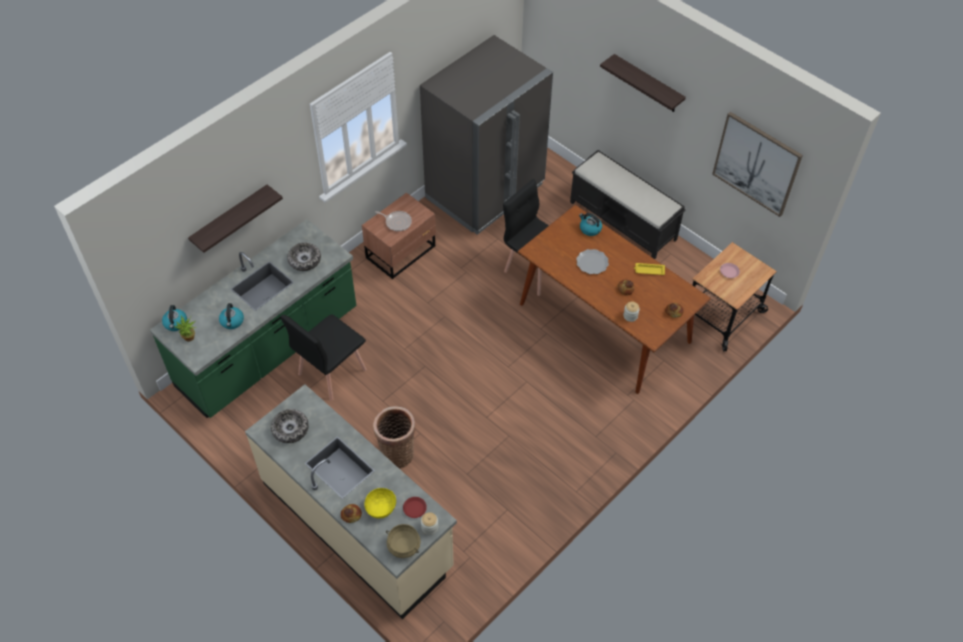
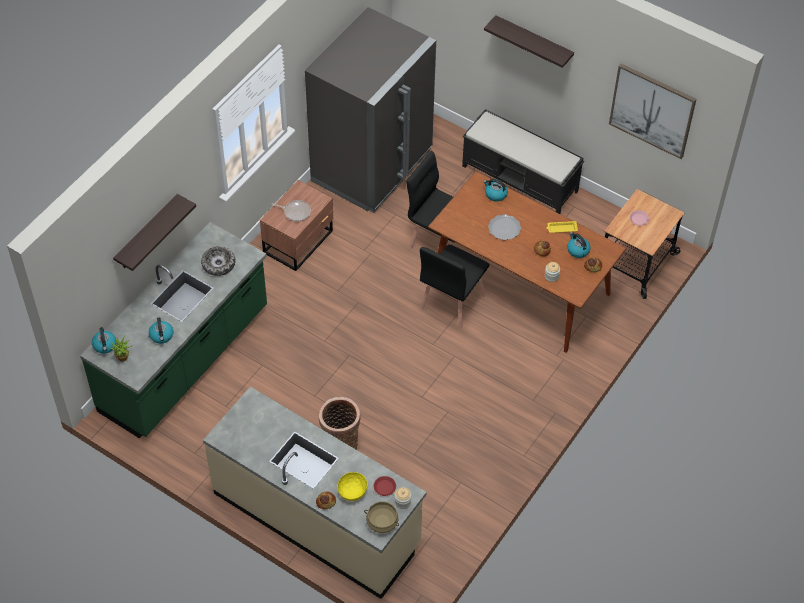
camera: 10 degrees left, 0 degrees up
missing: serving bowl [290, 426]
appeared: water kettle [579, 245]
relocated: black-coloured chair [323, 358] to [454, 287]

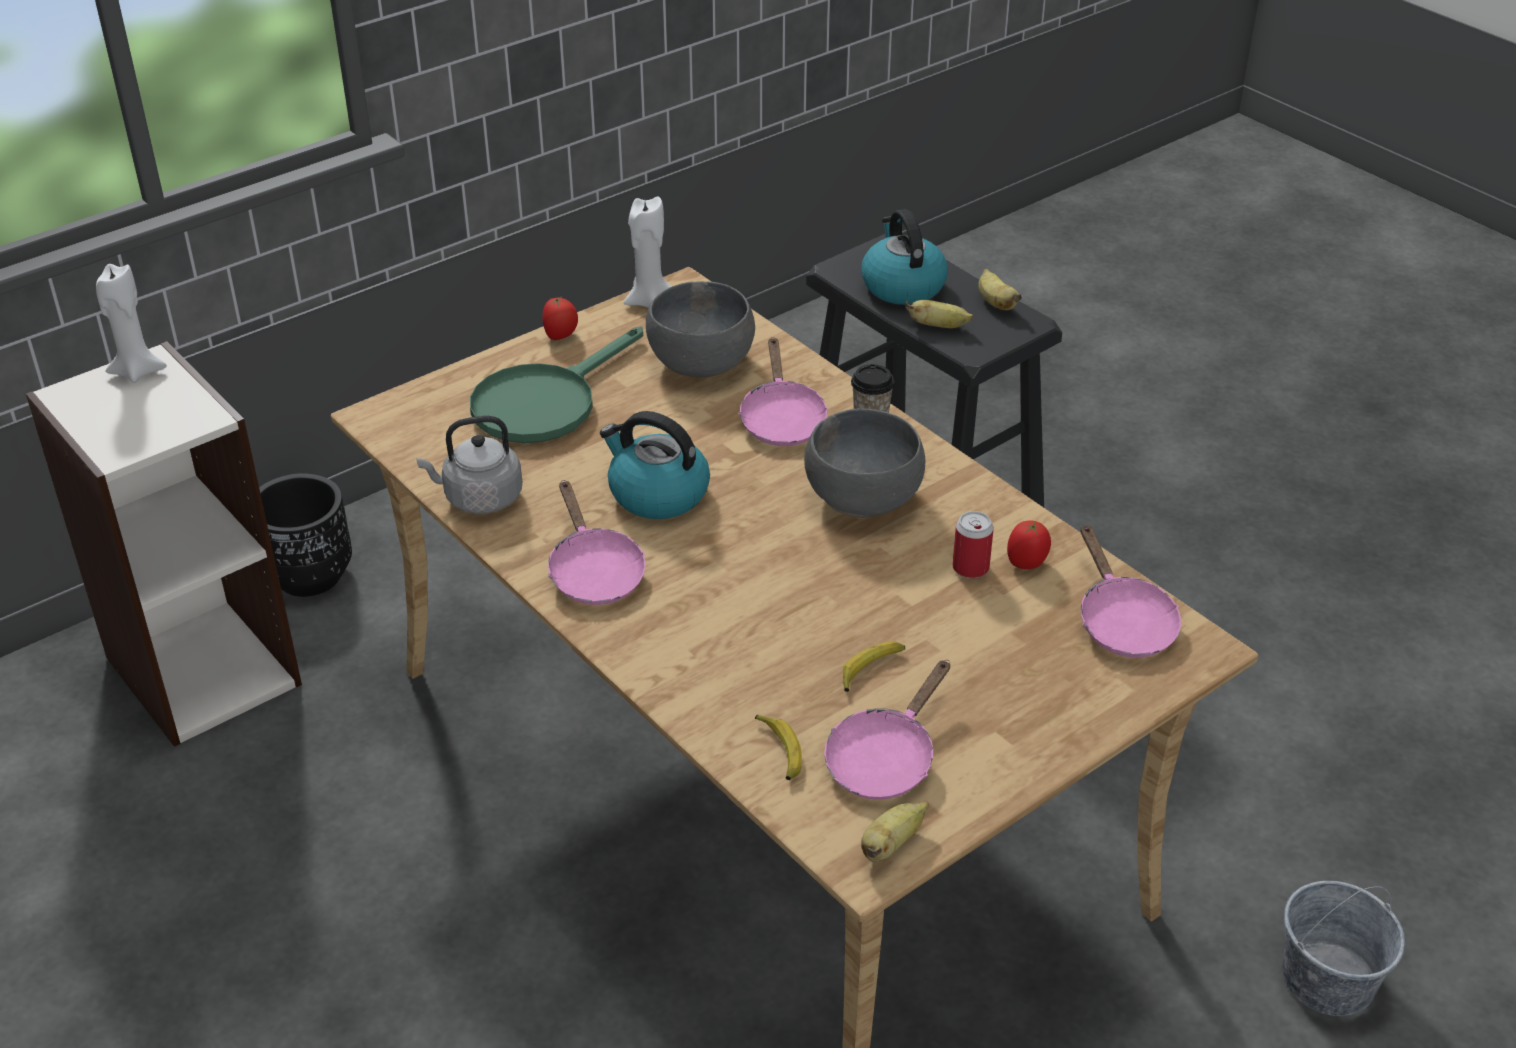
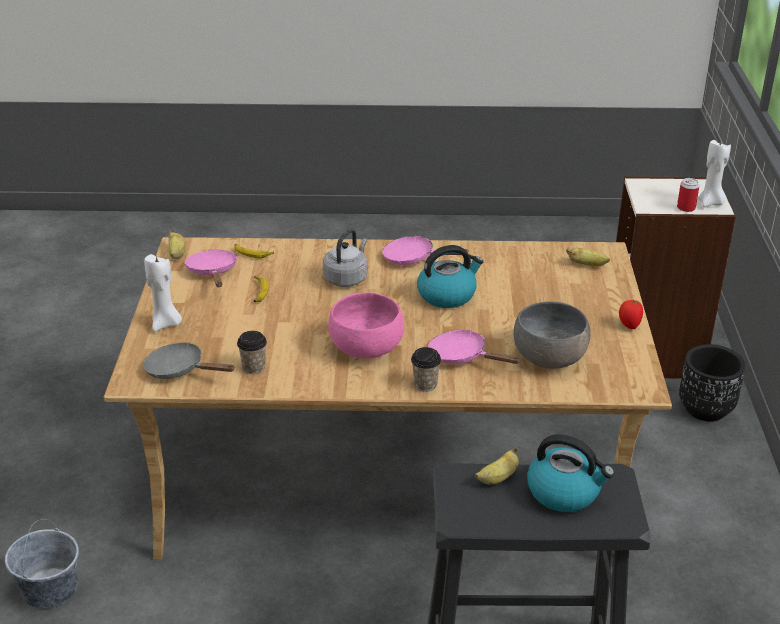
camera: 130 degrees right, 5 degrees down
missing: green frying pan [556, 384]
relocated: white-coloured candle [647, 252] to [163, 292]; grey water kettle [469, 465] to [345, 258]; whole banana [1000, 289] to [588, 257]; can [973, 544] to [688, 195]
exchanged: tomato [1029, 544] to small cup [252, 352]
colour: pink frying pan [1130, 591] to grey frying pan [189, 360]; grey serving bowl [864, 463] to pink serving bowl [366, 325]

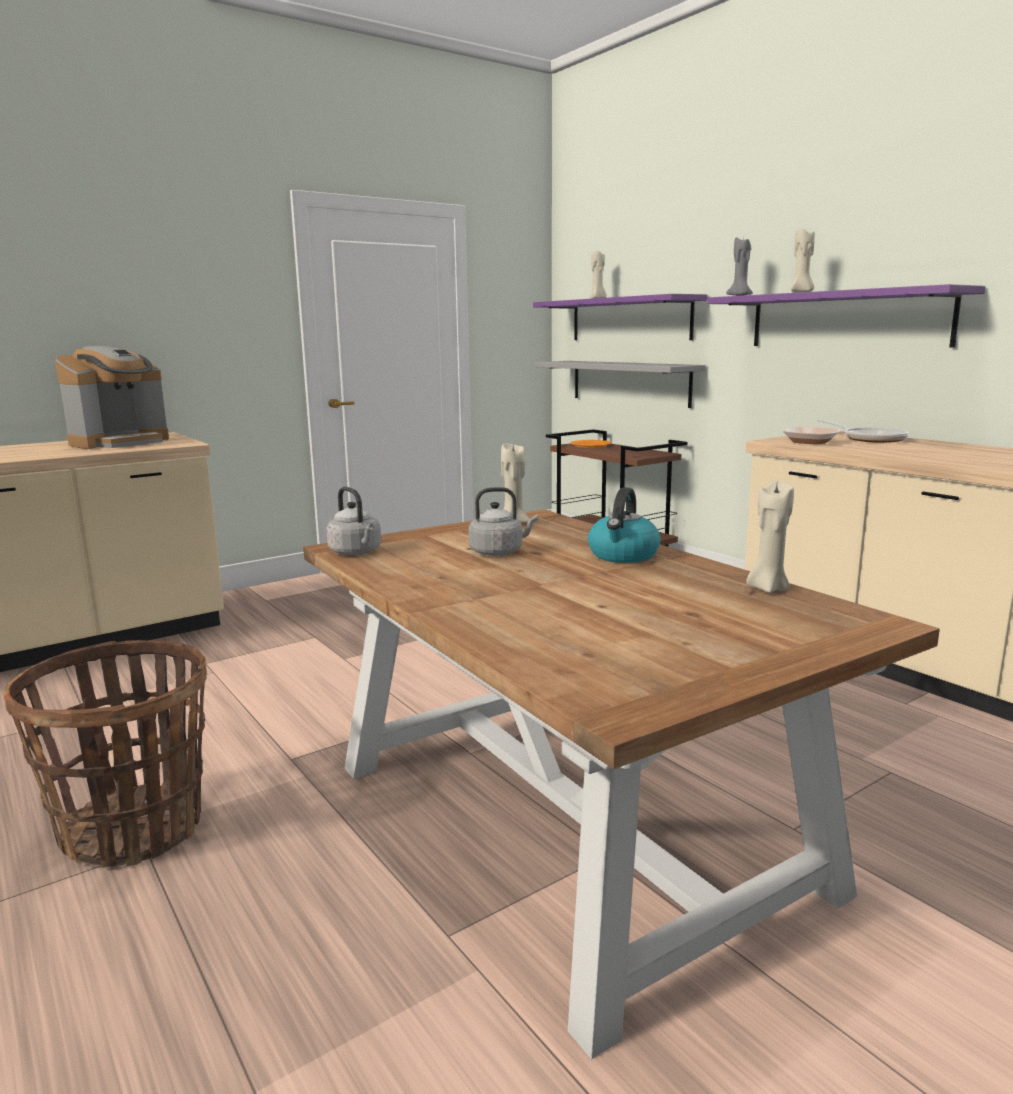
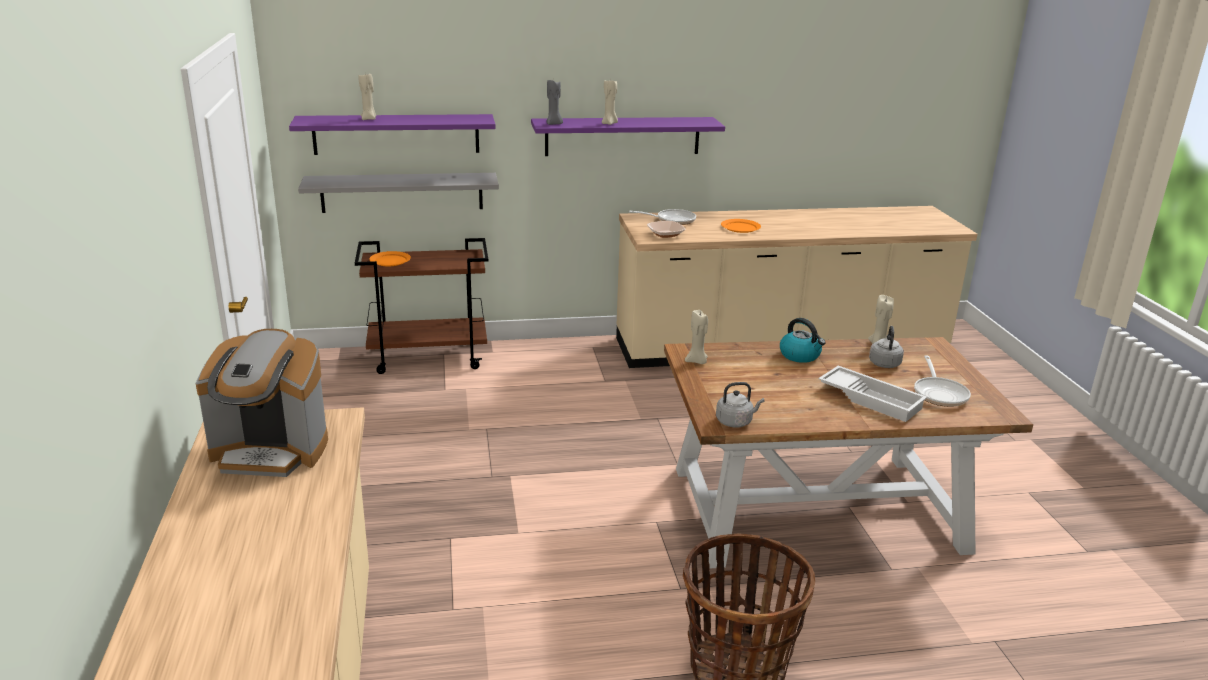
camera: 65 degrees left, 10 degrees up
appeared: orange-coloured dinner plate [741, 226]; white-coloured carrying tray [873, 394]; frying pan [942, 381]
relocated: grey water kettle [503, 521] to [886, 347]
spun: coffee machine [112, 397] = [262, 403] 120 degrees clockwise

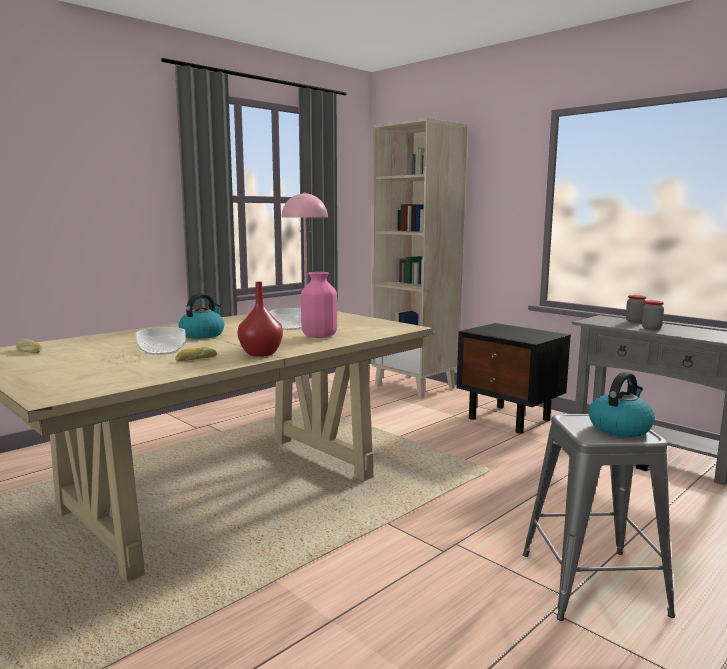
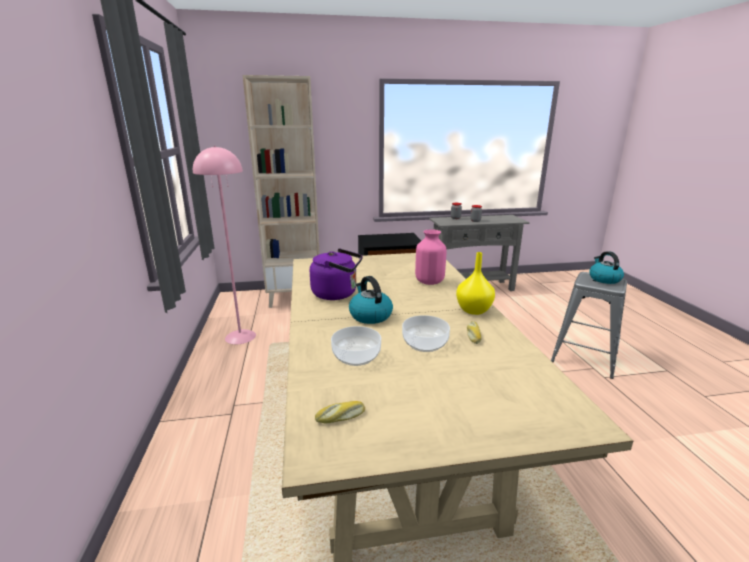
camera: 55 degrees left, 10 degrees up
appeared: purplish water kettle [336, 274]
relocated: serving bowl [286, 319] to [356, 346]
colour: red flower vase [260, 319] to yellow-coloured flower vase [475, 283]

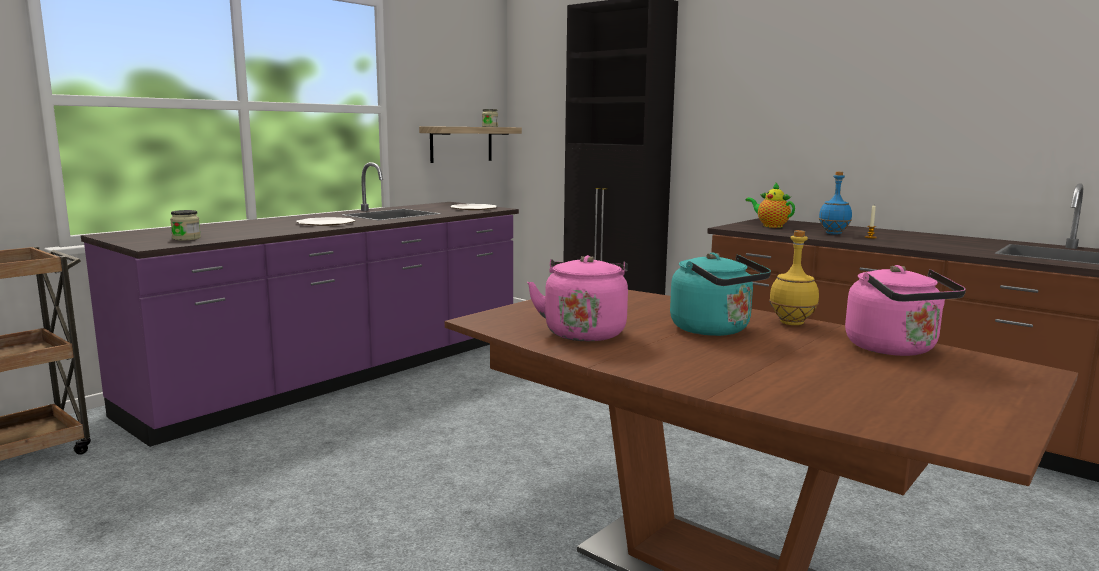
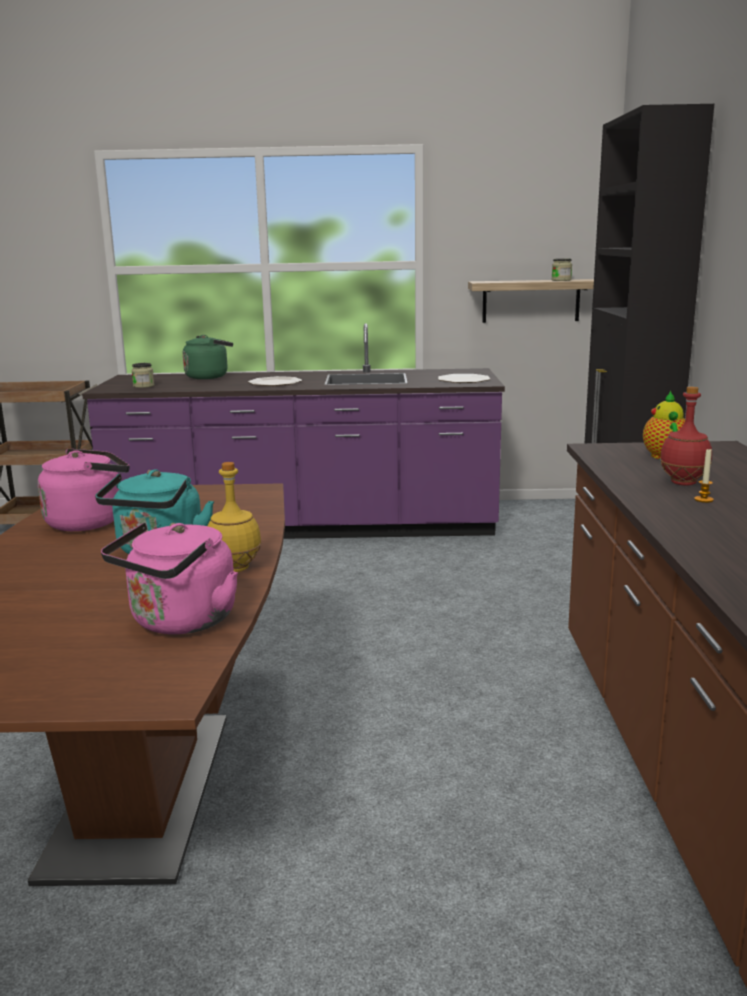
camera: 50 degrees right, 5 degrees up
appeared: green water kettle [208, 357]
colour: blue drink bottle [835, 203] to red drink bottle [686, 436]

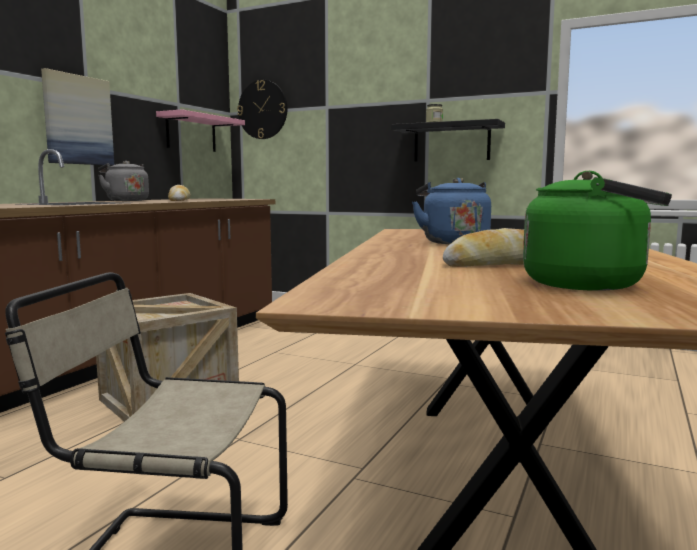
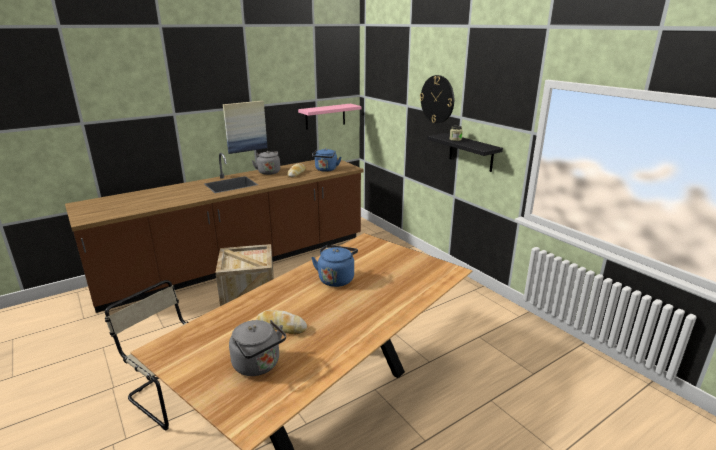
camera: 30 degrees right, 15 degrees up
appeared: blue water kettle [326, 160]
relocated: hanging clock [262, 109] to [437, 99]
colour: green water kettle [597, 231] to grey water kettle [257, 348]

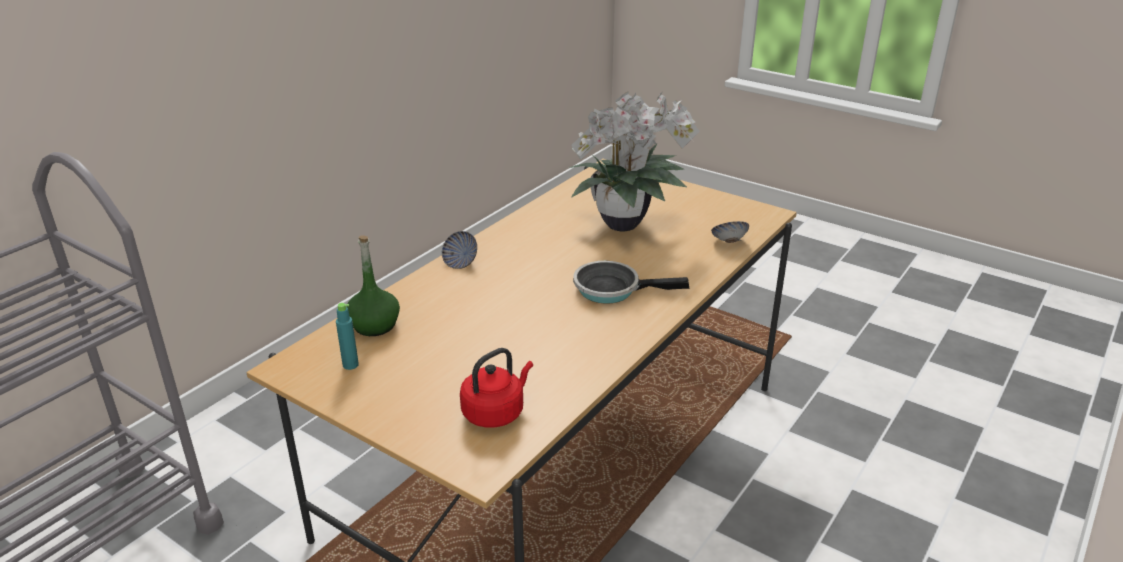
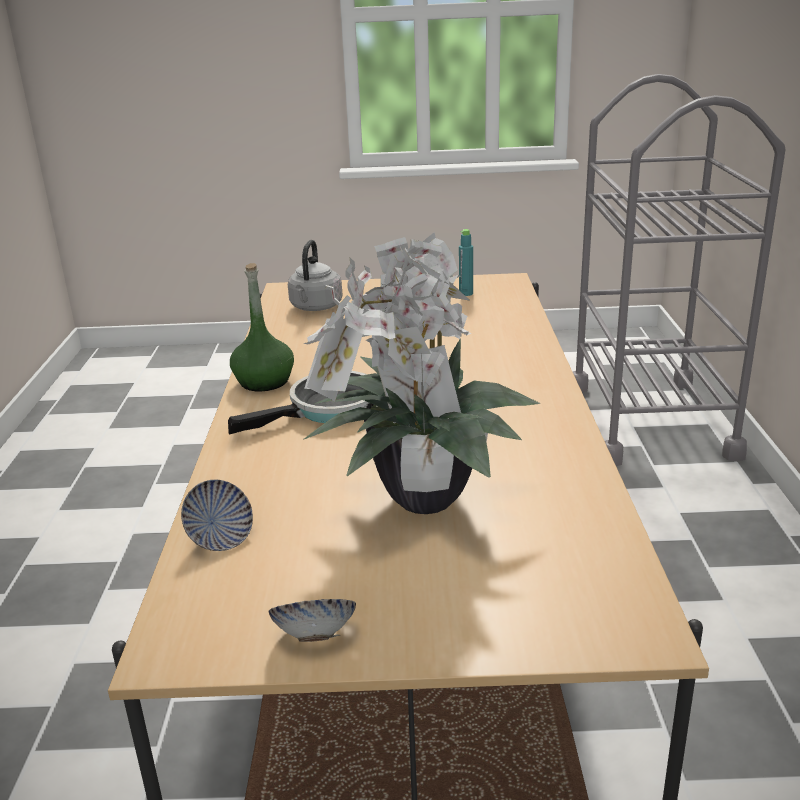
camera: 145 degrees right, 5 degrees down
relocated: green drink bottle [373, 285] to [262, 327]; serving bowl [459, 250] to [312, 620]
colour: red water kettle [496, 388] to grey water kettle [315, 275]

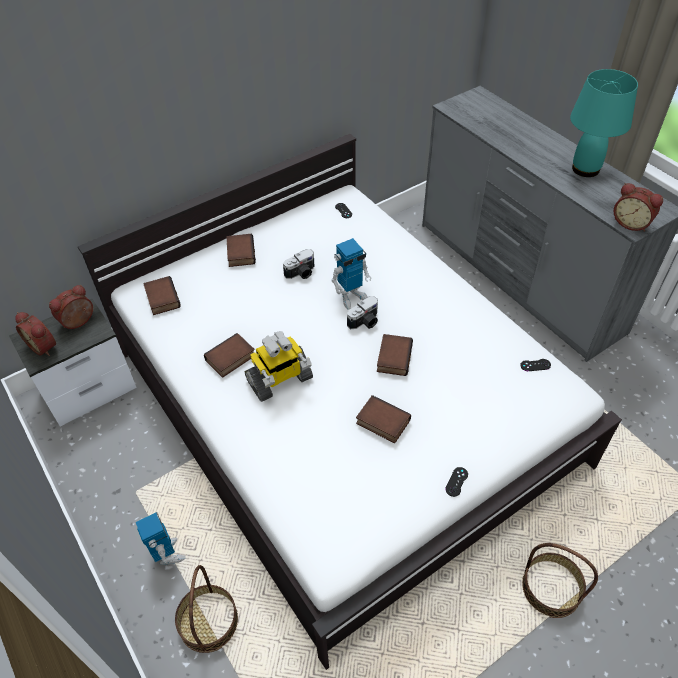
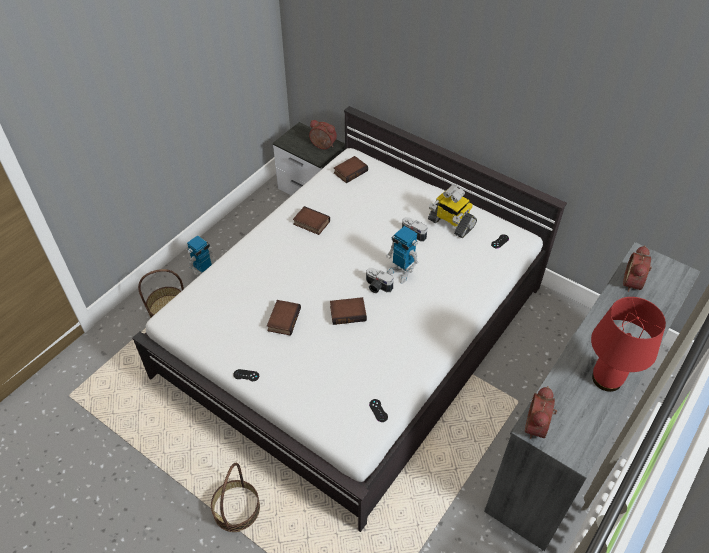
camera: 70 degrees right, 0 degrees up
missing: volume [241, 250]
relocated: model robot [278, 366] to [452, 211]; alarm clock [35, 334] to [637, 268]
colour: turquoise-coloured table lamp [604, 123] to red table lamp [628, 344]

